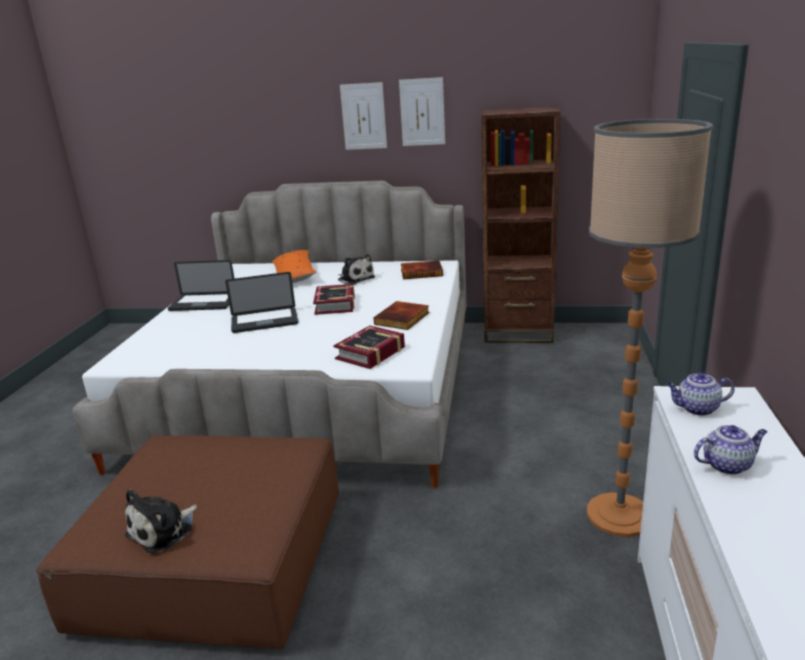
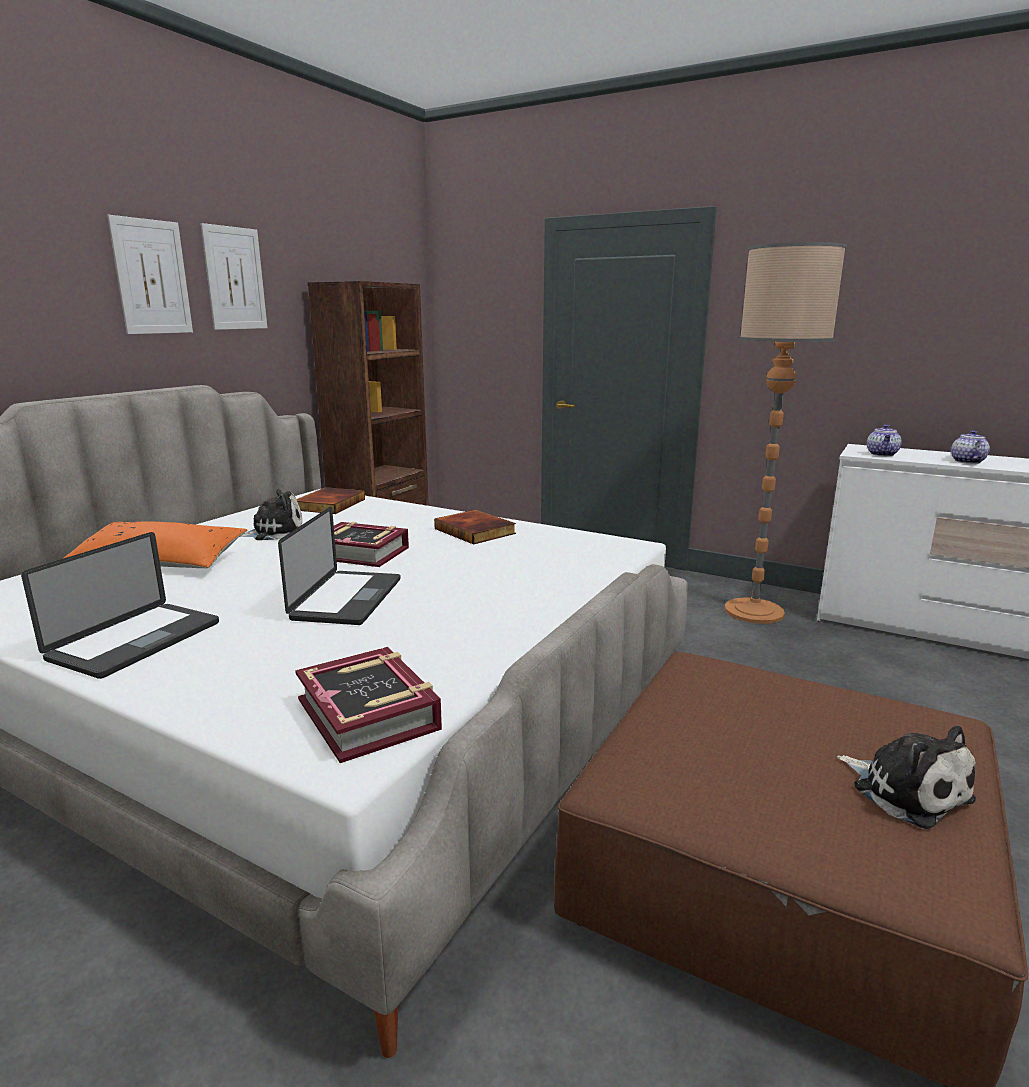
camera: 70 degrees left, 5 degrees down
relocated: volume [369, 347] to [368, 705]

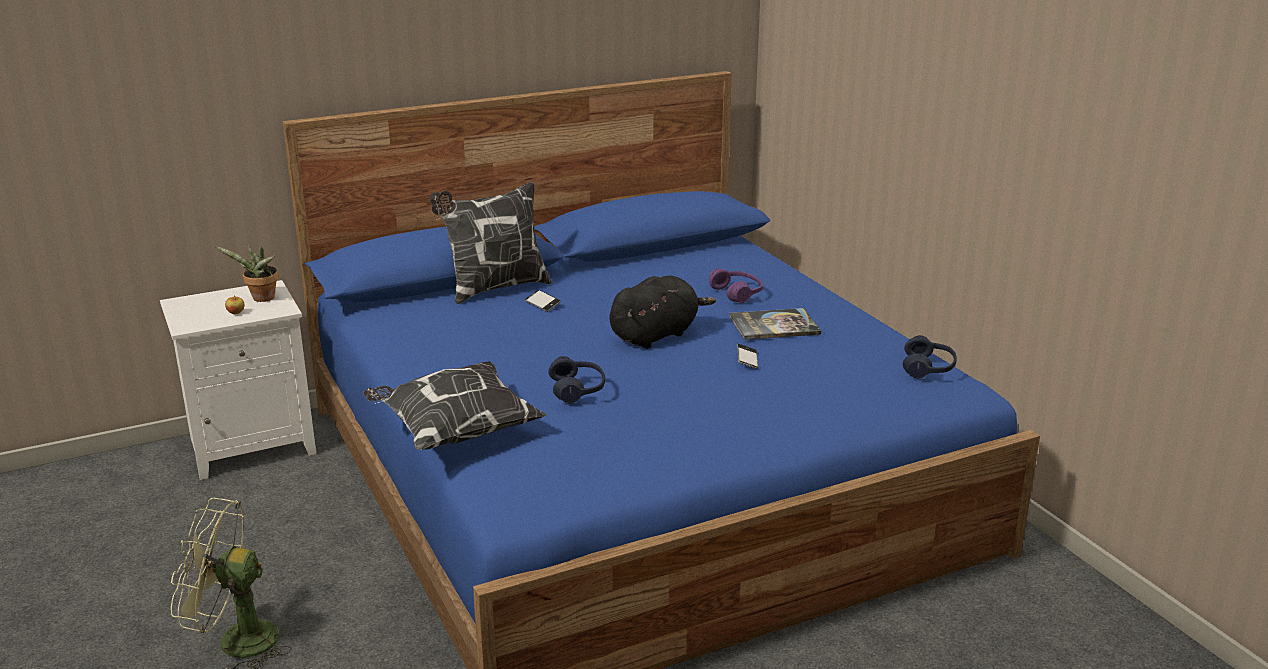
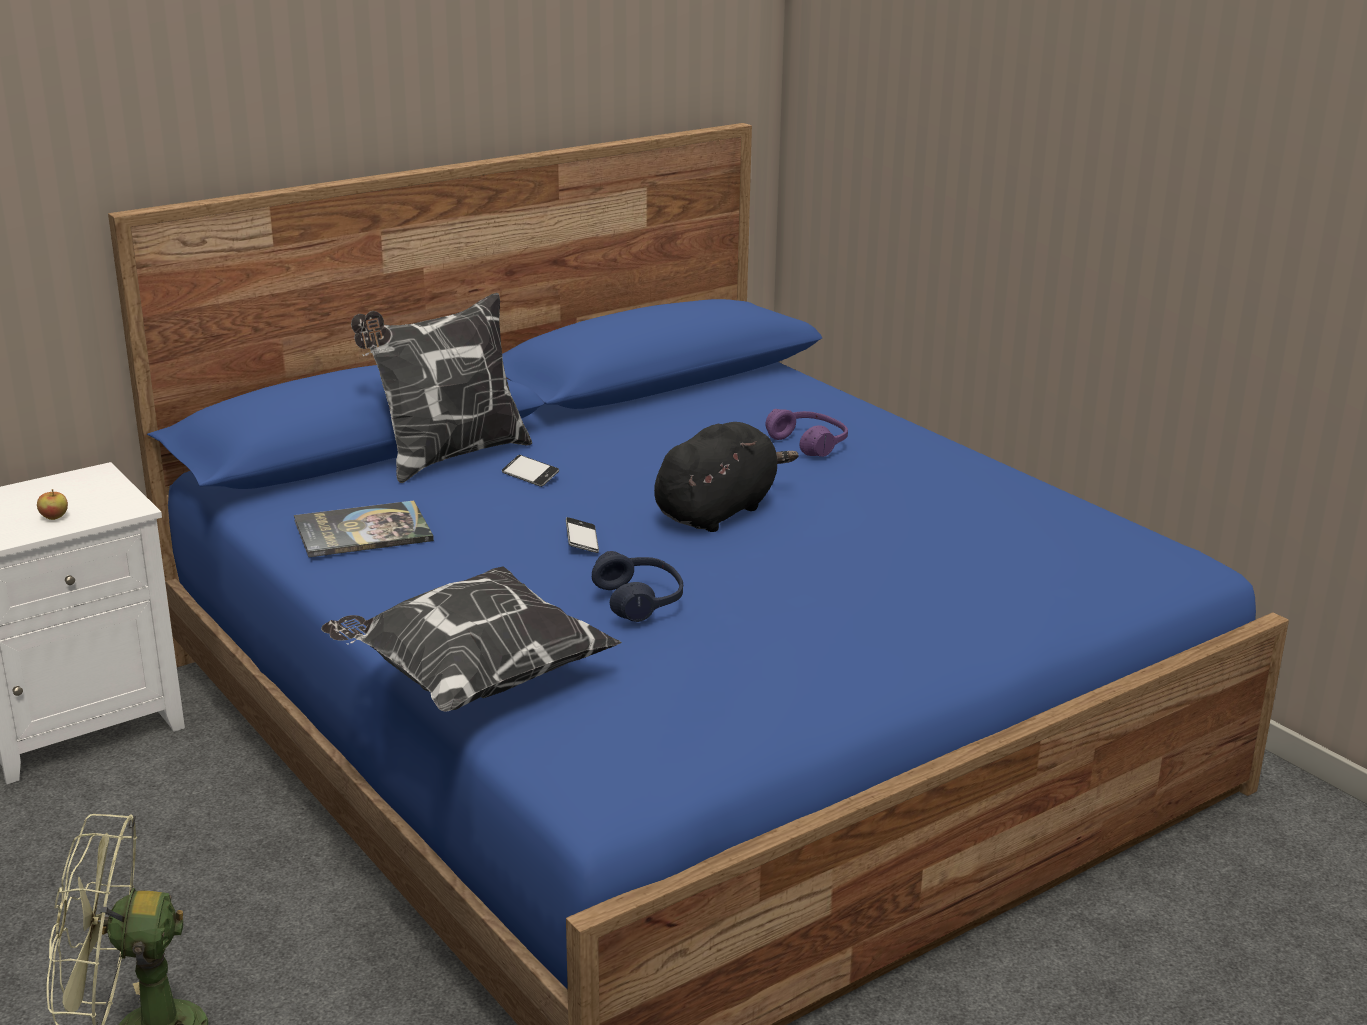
camera: 10 degrees left, 0 degrees up
missing: houseplant [247, 272]; blue headphones [930, 357]
relocated: volume [775, 324] to [364, 528]; phone [747, 356] to [582, 535]

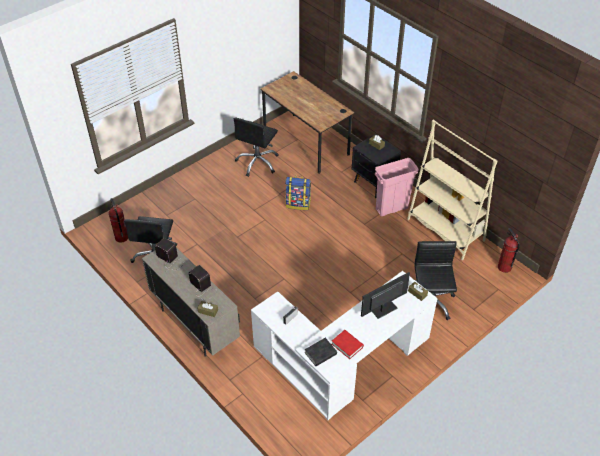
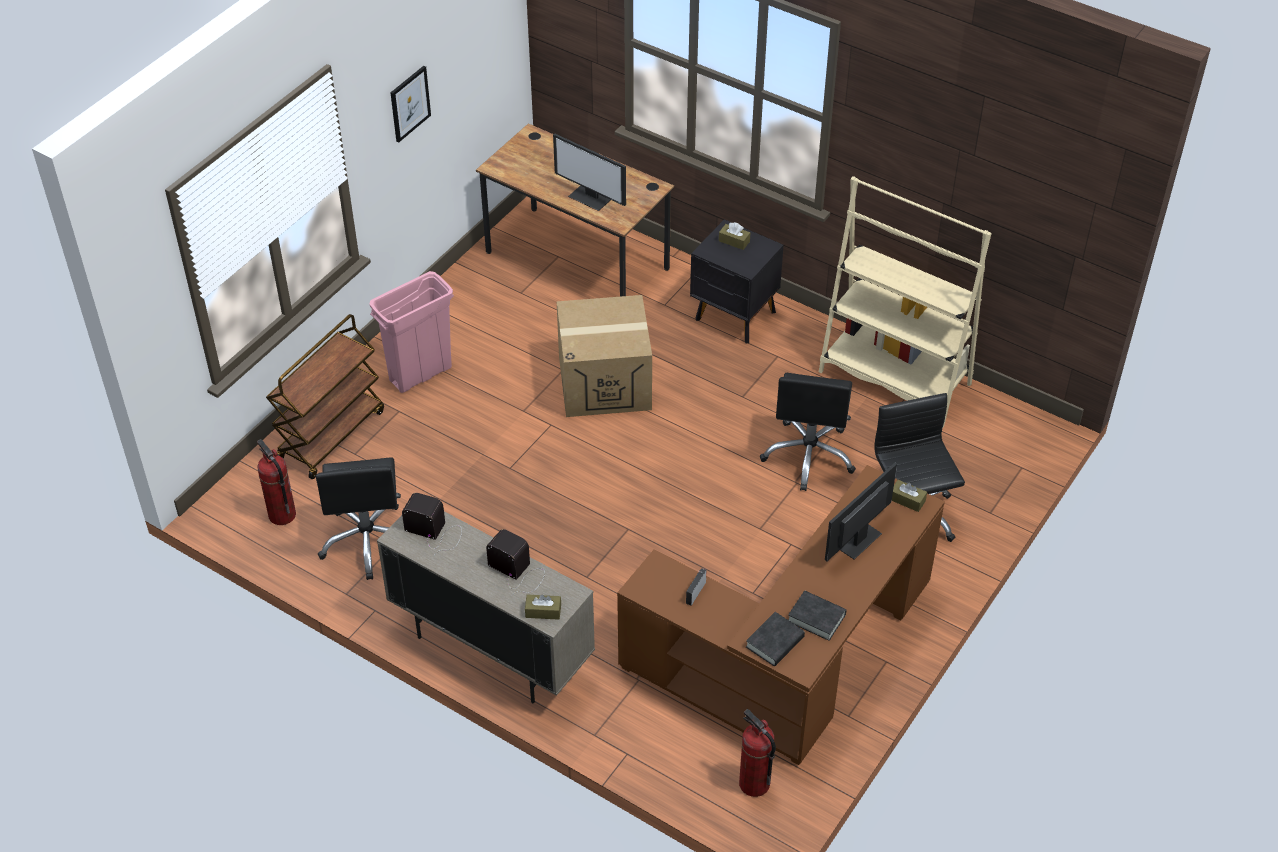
camera: 15 degrees left, 0 degrees up
appeared: brown-coloured wheeled cart [325, 396]; wall art [410, 104]; computer display [589, 172]
relocated: pink rubbish bin [397, 187] to [412, 332]; fire extinguisher [509, 250] to [757, 753]; black-coloured office chair [256, 147] to [808, 432]
exchanged: backpack [298, 193] to cardboard box [604, 356]
colour: white-coloured desk table [344, 345] to brown-coloured desk table [781, 615]; red volume [348, 344] to black-coloured volume [817, 616]

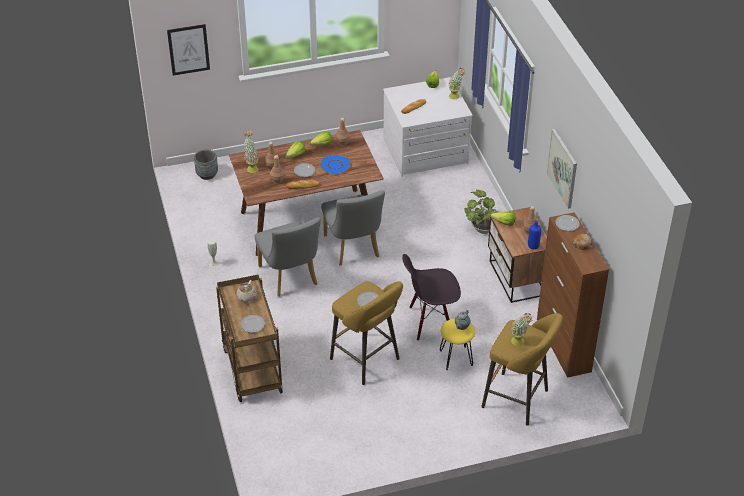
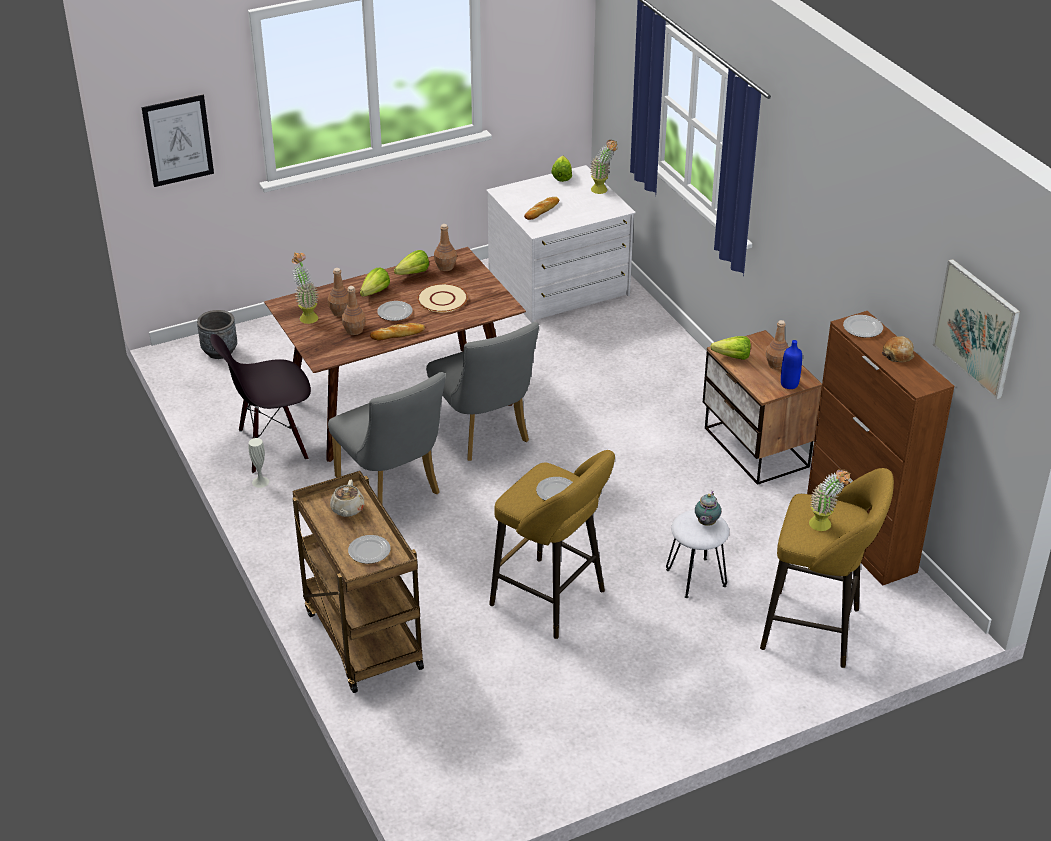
camera: 10 degrees left, 5 degrees down
missing: houseplant [481, 212]
relocated: black-coloured chair [431, 297] to [260, 404]; wall art [562, 169] to [976, 329]
colour: blue dinner plate [335, 164] to sand-coloured dinner plate [442, 298]; yellow-coloured stool [457, 344] to white-coloured stool [697, 554]

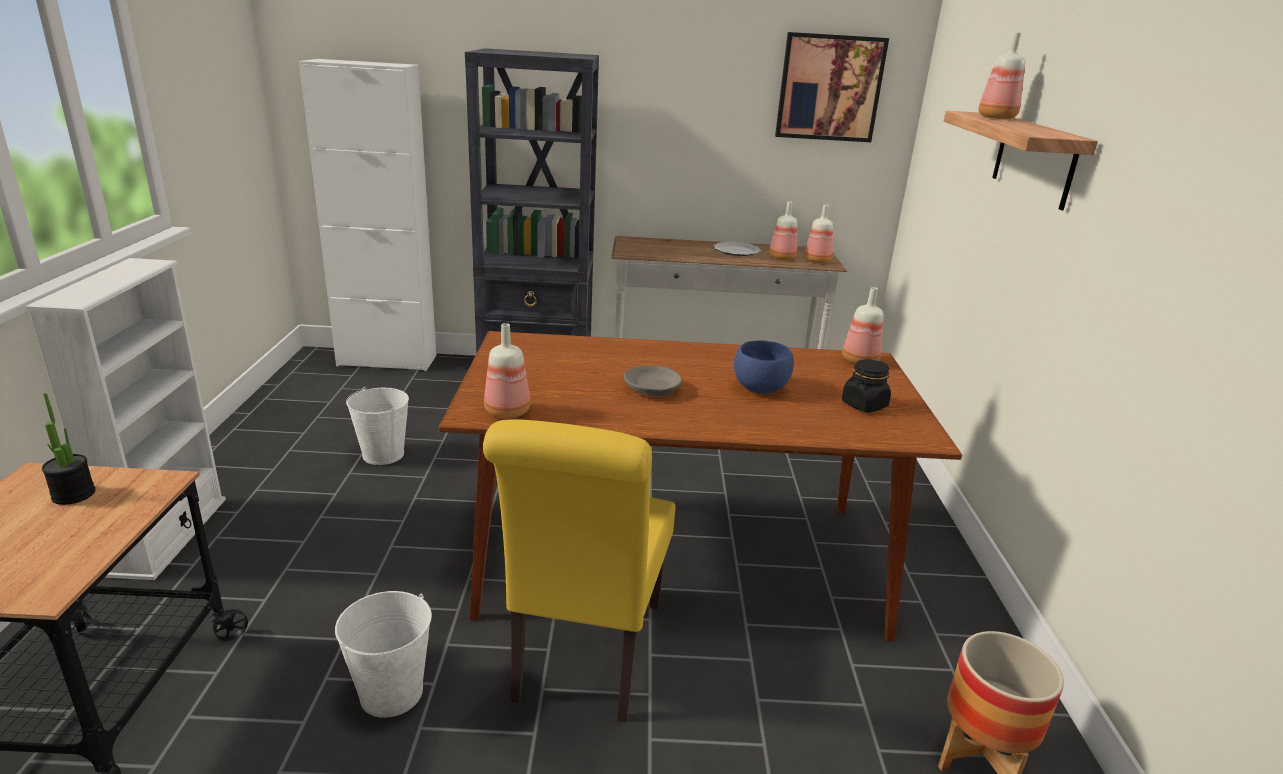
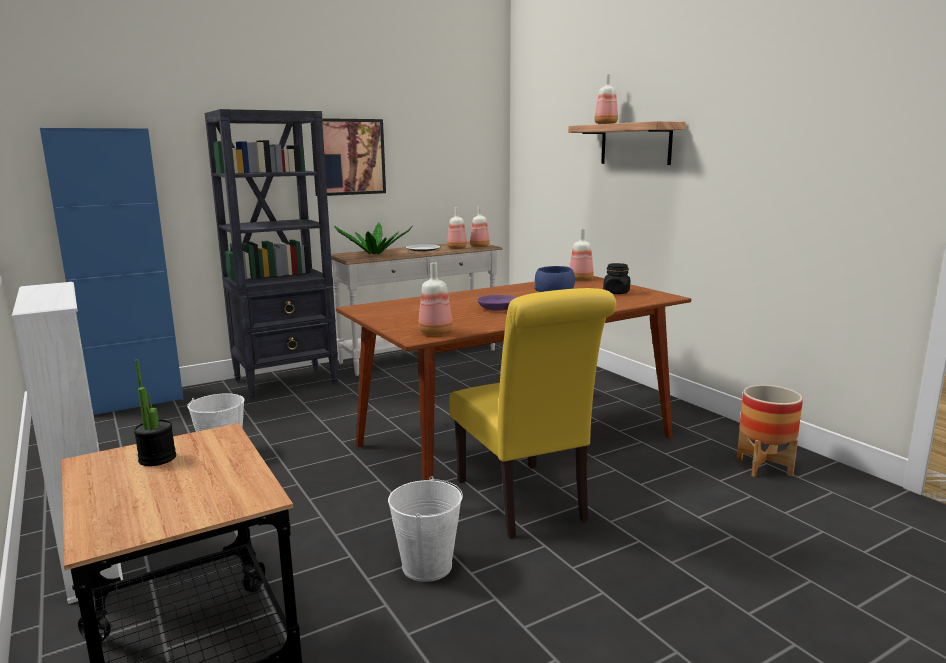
camera: 30 degrees left, 10 degrees down
appeared: houseplant [373, 238]
relocated: wall art [832, 87] to [348, 157]
colour: white-coloured cupboard [367, 215] to blue cupboard [112, 271]; grey serving bowl [653, 380] to purplish serving bowl [497, 302]

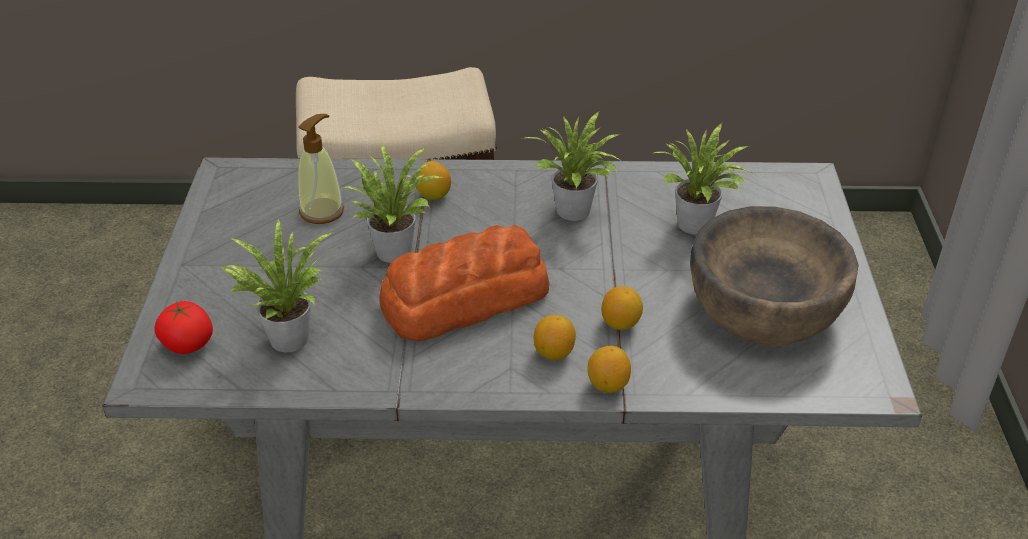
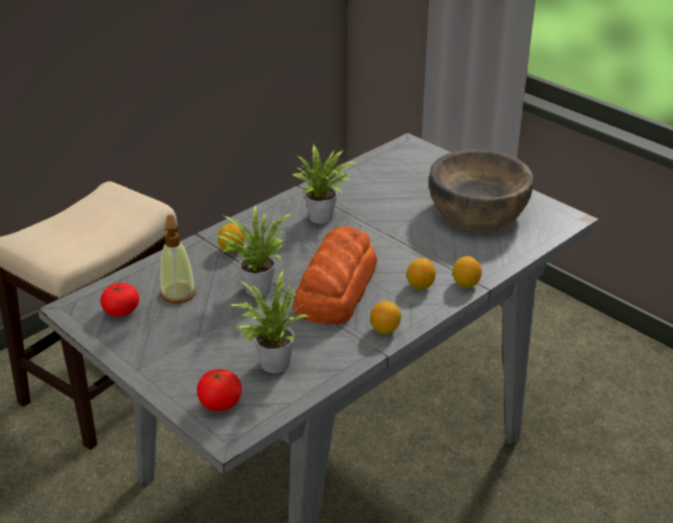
camera: 45 degrees left, 5 degrees down
missing: houseplant [704, 179]
appeared: tomato [119, 299]
relocated: lemon [622, 308] to [385, 317]

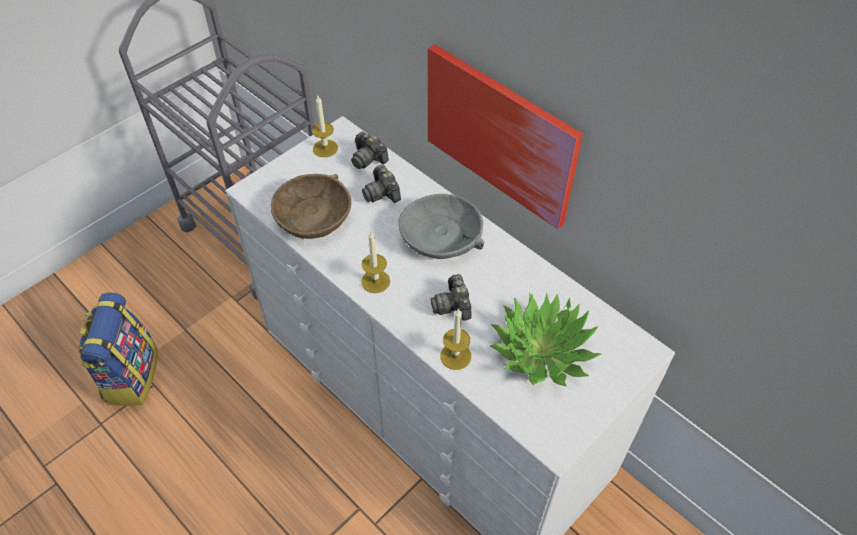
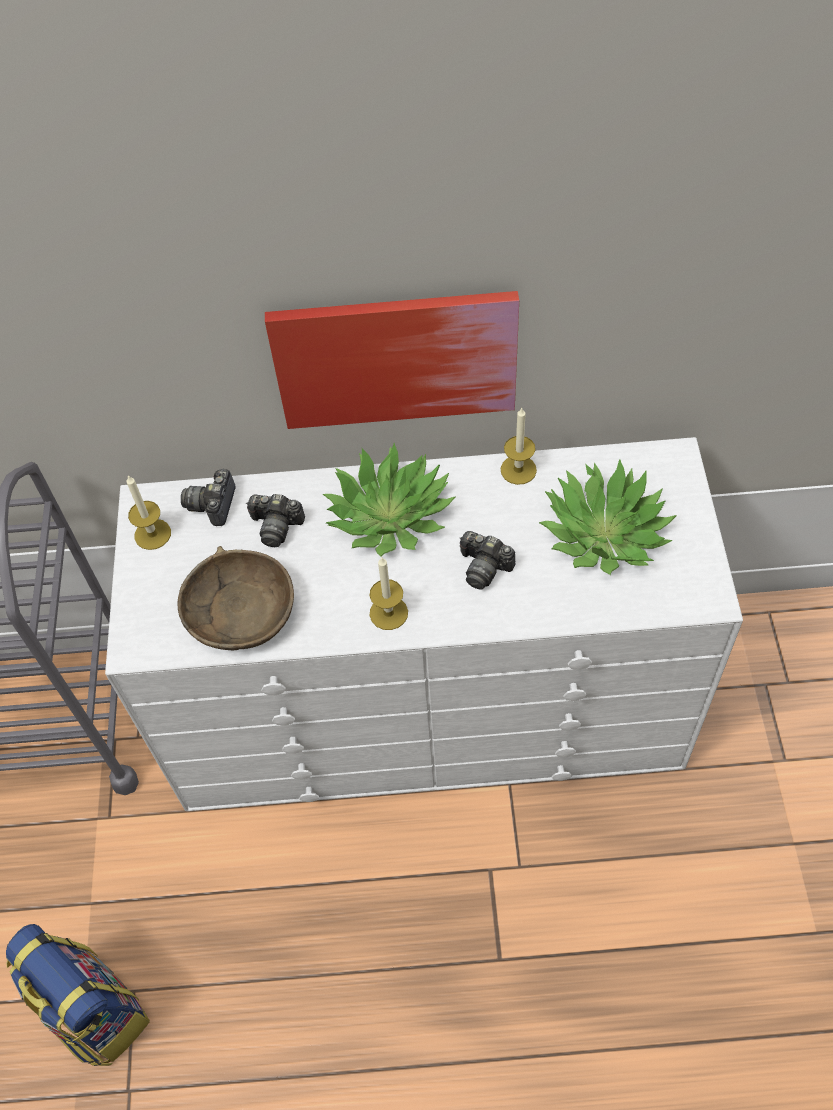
camera: 45 degrees left, 5 degrees up
relocated: candle [456, 339] to [519, 446]
exchanged: grey serving bowl [441, 226] to houseplant [389, 499]
spun: photo camera [370, 150] = [208, 497] 105 degrees clockwise

